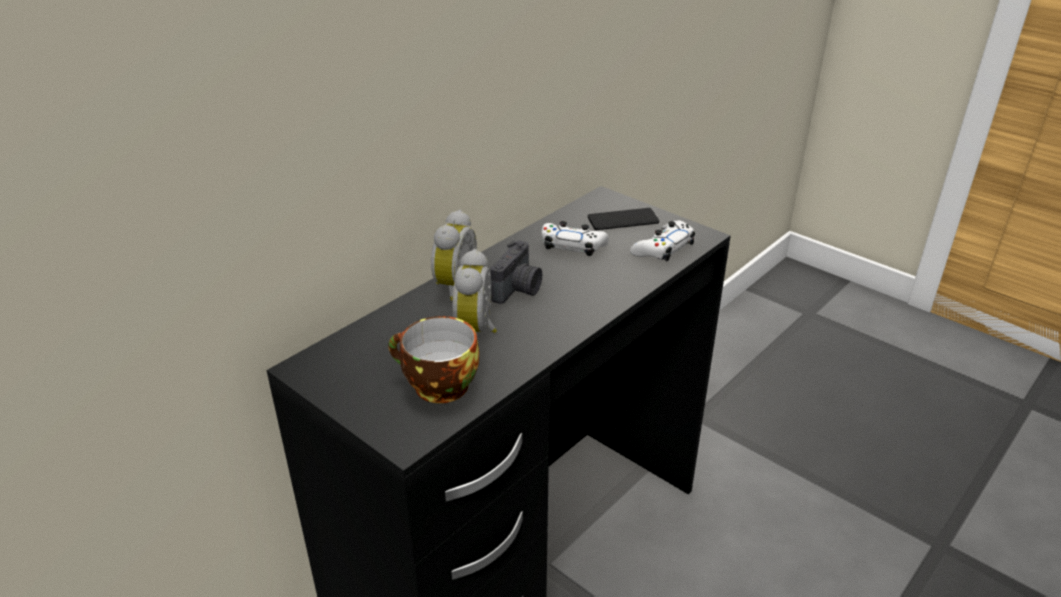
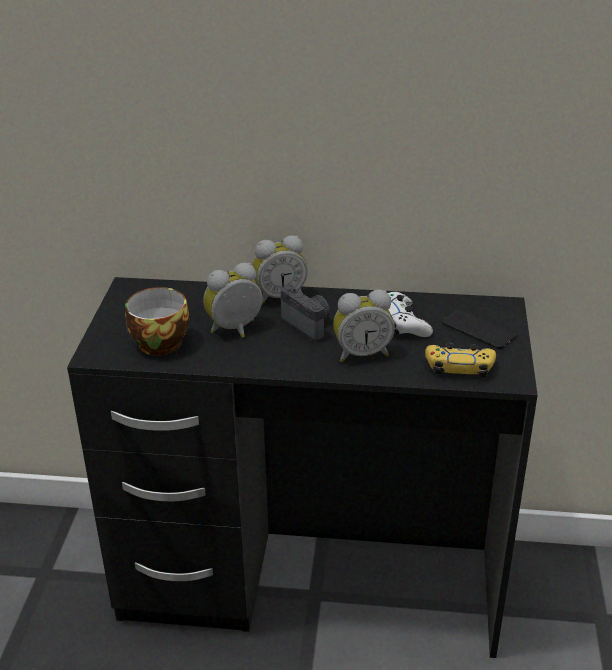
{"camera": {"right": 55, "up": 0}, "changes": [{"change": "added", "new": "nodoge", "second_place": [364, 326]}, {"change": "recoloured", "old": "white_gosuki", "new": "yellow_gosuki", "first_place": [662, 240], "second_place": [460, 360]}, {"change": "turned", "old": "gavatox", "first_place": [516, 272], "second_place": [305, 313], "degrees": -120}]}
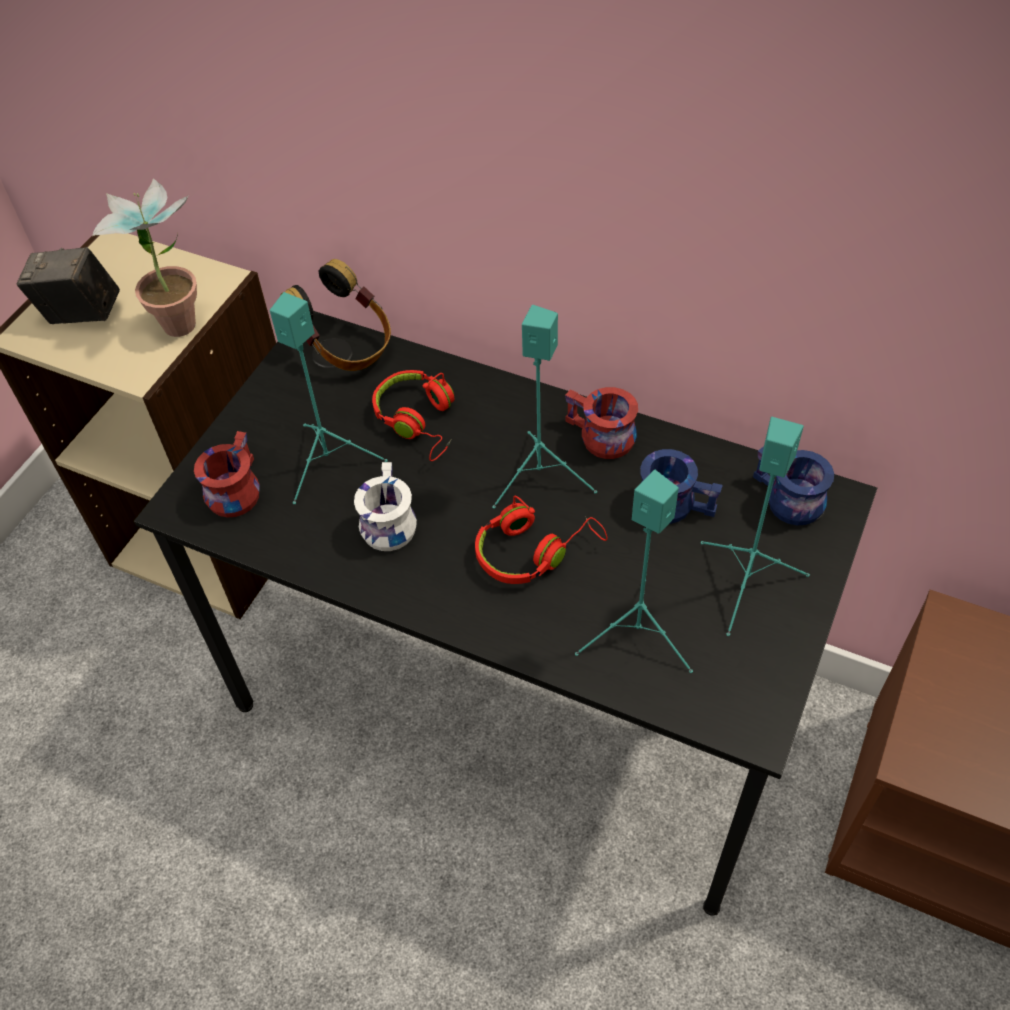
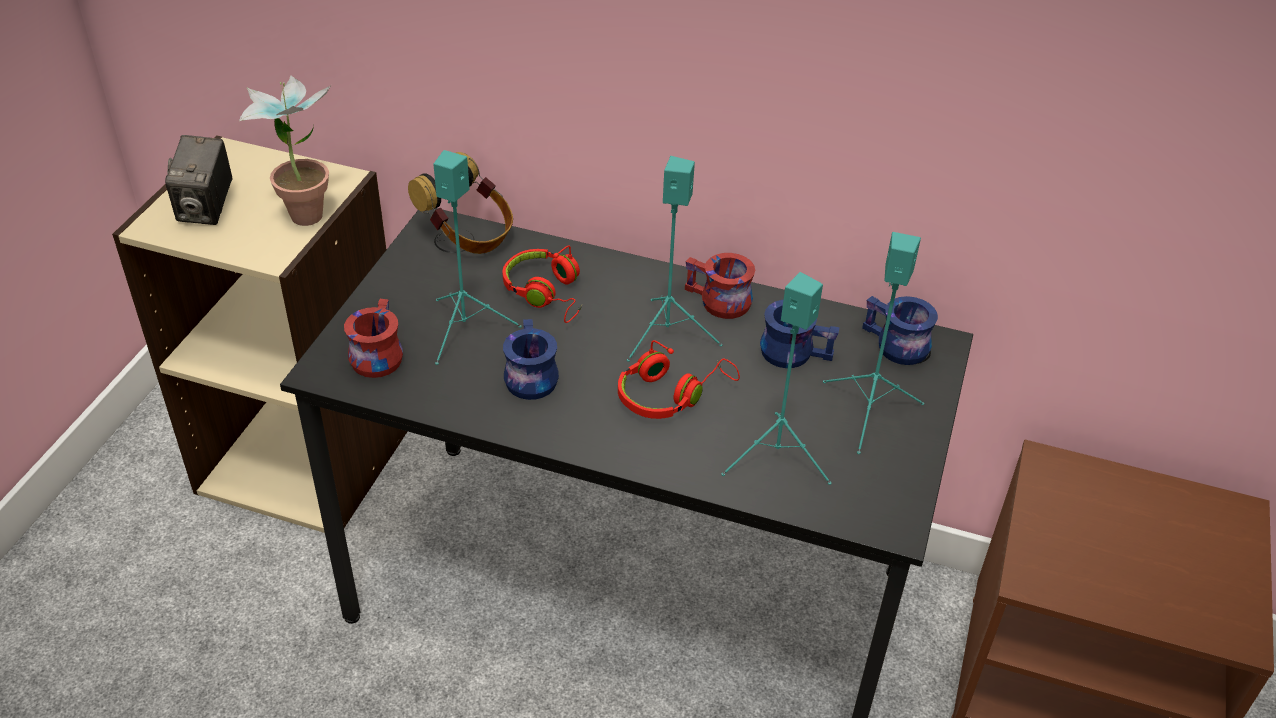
{"camera": {"right": -10, "up": -10}, "changes": [{"change": "recoloured", "old": "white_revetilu", "new": "blue_revetilu", "first_place": [385, 506], "second_place": [531, 359]}, {"change": "turned", "old": "gavatox", "first_place": [68, 285], "second_place": [199, 180], "degrees": -90}]}
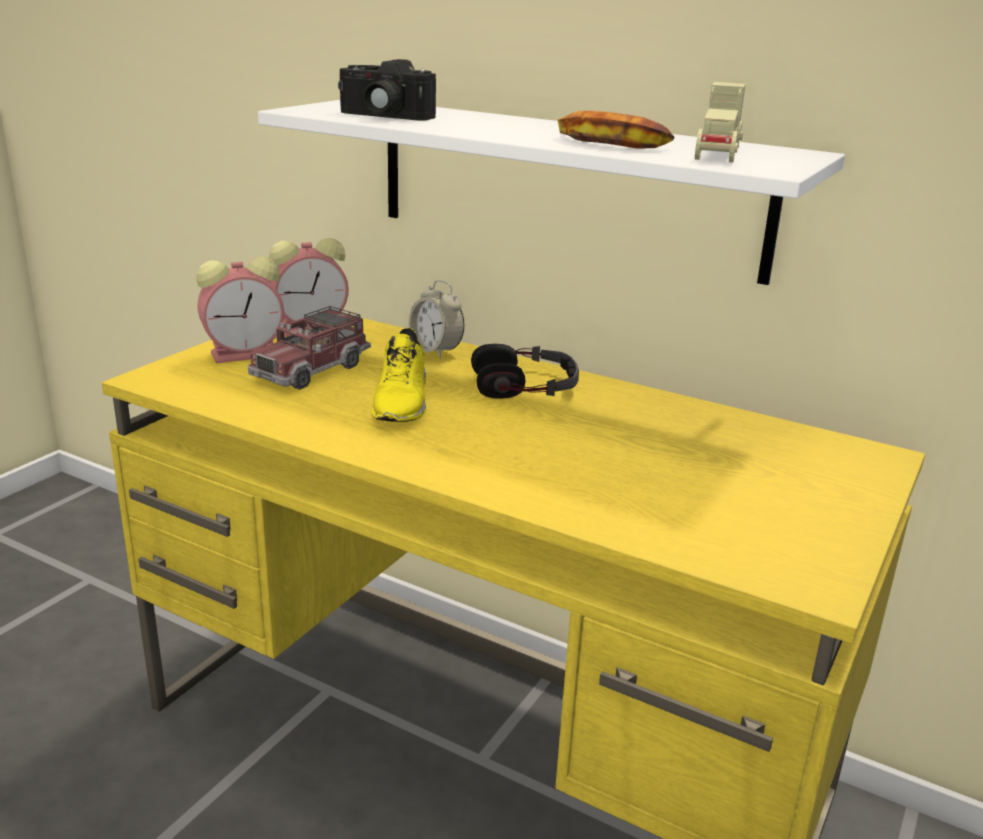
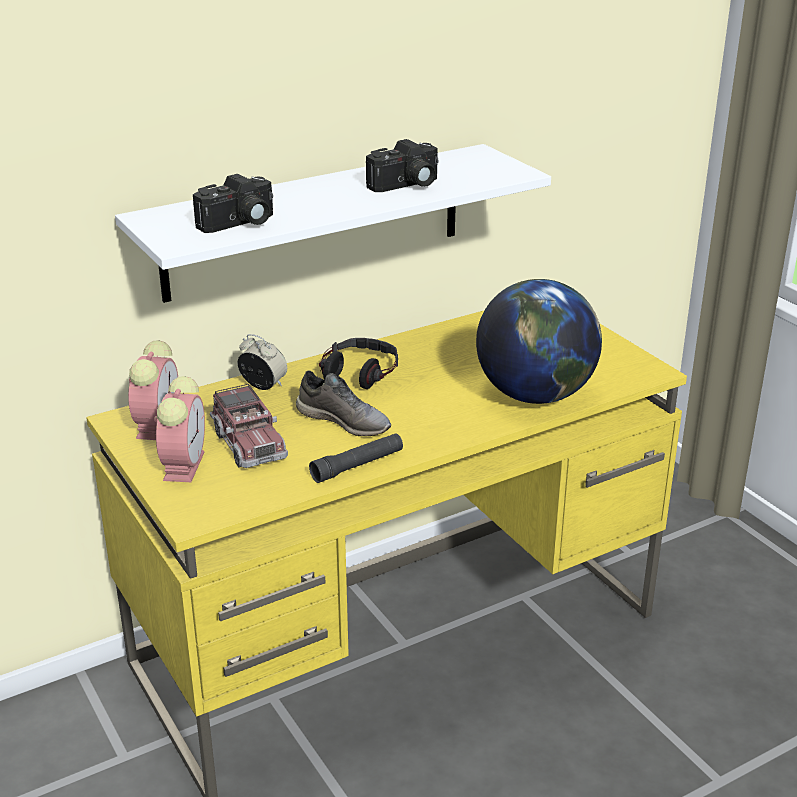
{"camera": {"right": -60, "up": 5}, "changes": [{"change": "removed", "old": "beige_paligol", "first_place": [720, 122]}, {"change": "added", "new": "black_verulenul", "second_place": [356, 458]}, {"change": "added", "new": "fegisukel", "second_place": [539, 341]}, {"change": "replaced", "old": "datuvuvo", "new": "gavatox", "first_place": [616, 130], "second_place": [402, 165]}, {"change": "recoloured", "old": "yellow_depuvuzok", "new": "grey_depuvuzok", "first_place": [398, 375], "second_place": [343, 403]}, {"change": "turned", "old": "nodoge", "first_place": [436, 319], "second_place": [262, 362], "degrees": -135}]}
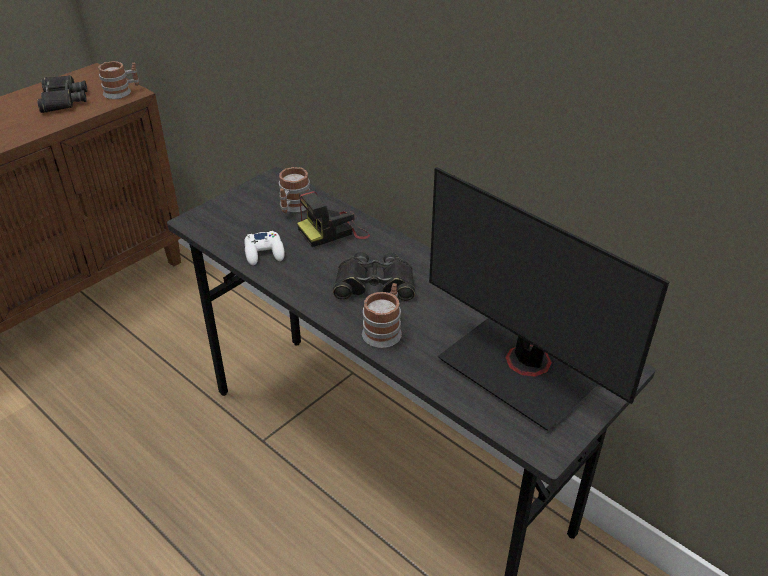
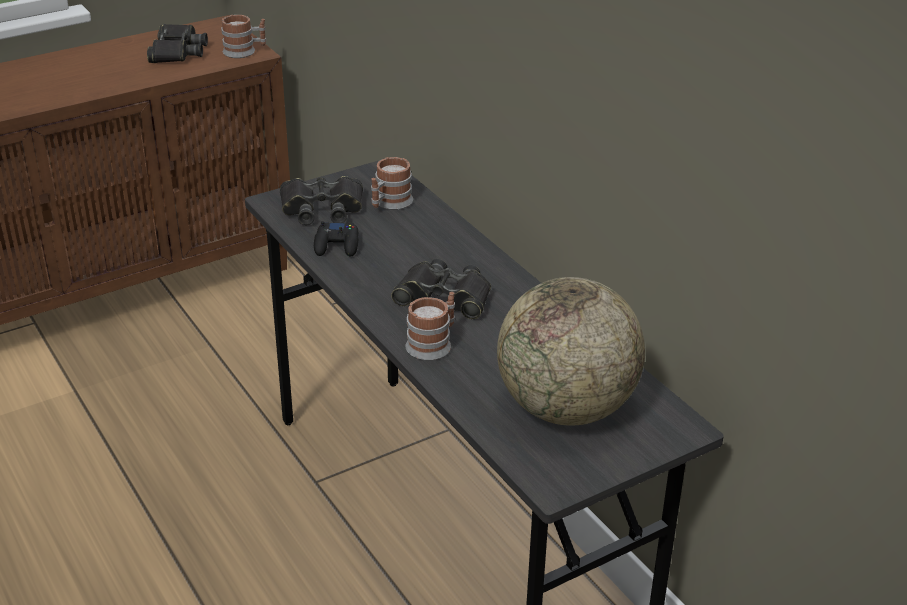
{"camera": {"right": 15, "up": -5}, "changes": [{"change": "removed", "old": "gavatox", "first_place": [333, 218]}, {"change": "added", "new": "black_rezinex", "second_place": [321, 200]}, {"change": "replaced", "old": "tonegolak", "new": "fegisukel", "first_place": [549, 299], "second_place": [571, 351]}, {"change": "recoloured", "old": "white_gosuki", "new": "black_gosuki", "first_place": [264, 248], "second_place": [336, 239]}]}
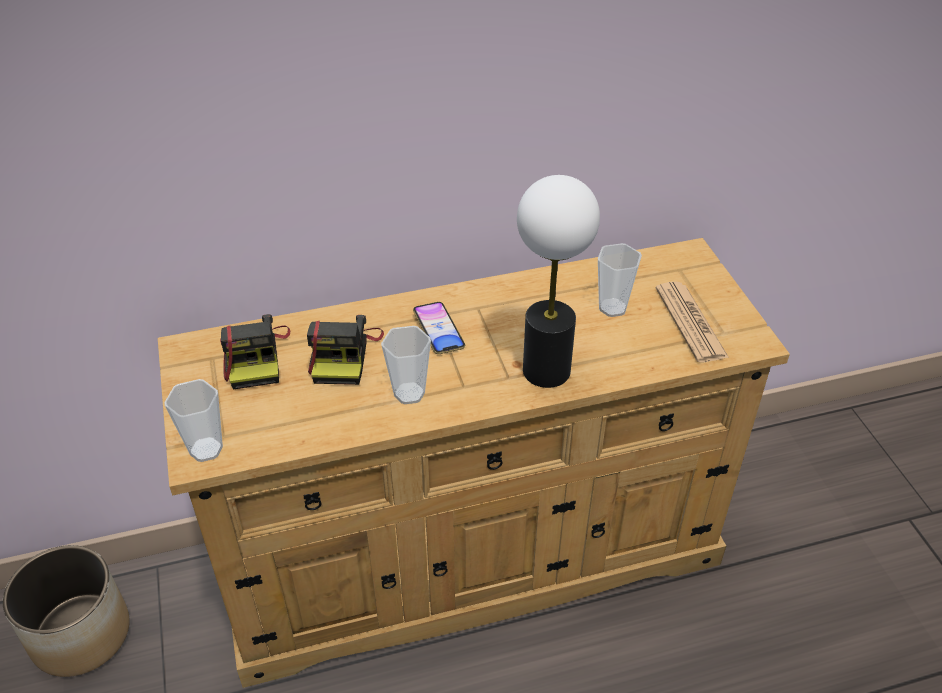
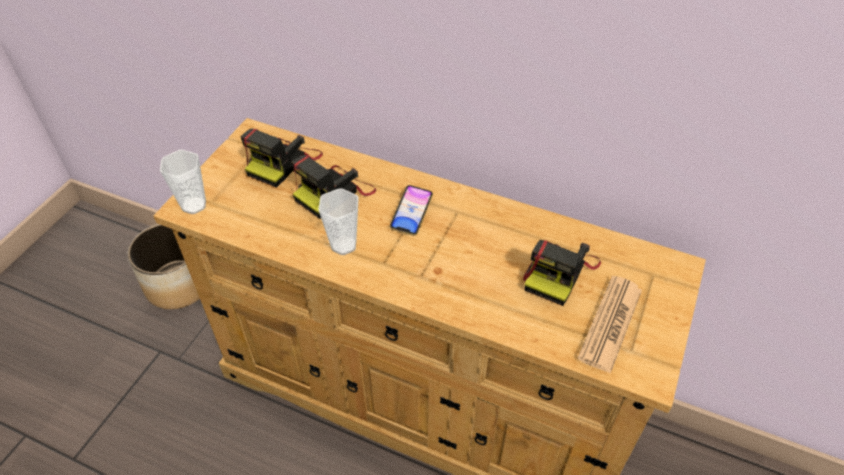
{"camera": {"right": 40, "up": 5}, "changes": [{"change": "removed", "old": "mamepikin", "first_place": [558, 281]}, {"change": "replaced", "old": "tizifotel", "new": "gavatox", "first_place": [620, 280], "second_place": [562, 273]}]}
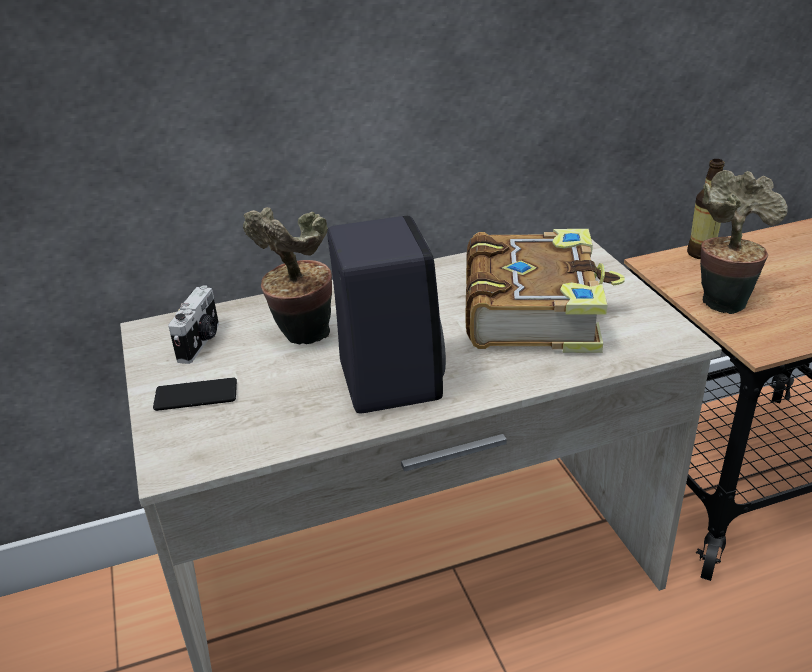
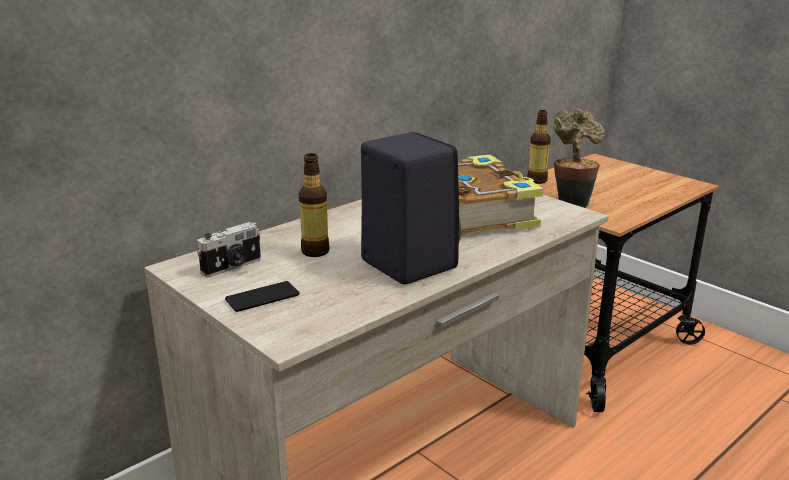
{"camera": {"right": -25, "up": -10}, "changes": [{"change": "replaced", "old": "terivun", "new": "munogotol", "first_place": [287, 275], "second_place": [314, 205]}, {"change": "turned", "old": "gavatox", "first_place": [193, 324], "second_place": [229, 249], "degrees": 60}]}
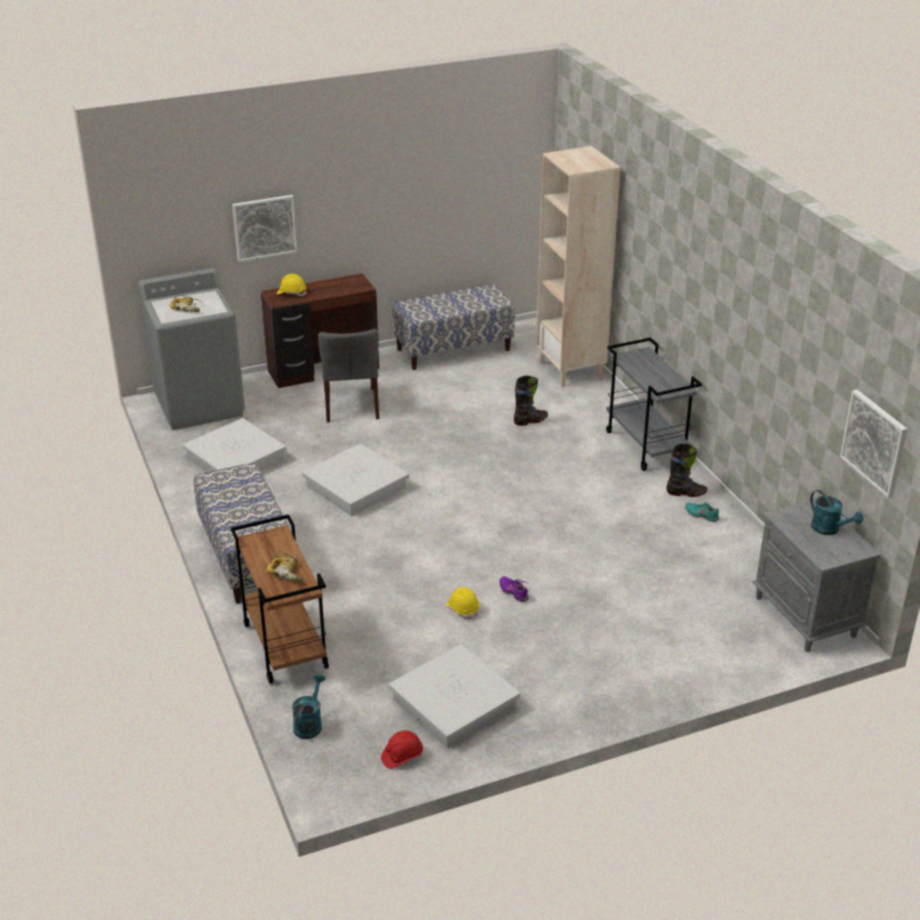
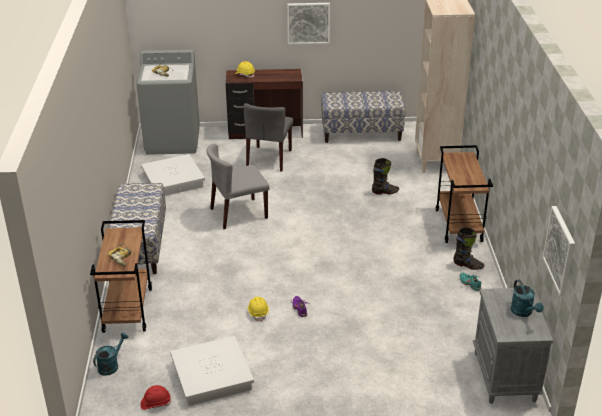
{"camera": {"right": 20, "up": 0}, "changes": [{"change": "moved", "old": "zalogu", "first_place": [264, 228], "second_place": [308, 23]}, {"change": "replaced", "old": "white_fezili", "new": "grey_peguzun", "first_place": [355, 480], "second_place": [238, 186]}, {"change": "recoloured", "old": "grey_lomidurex", "new": "brown_lomidurex", "first_place": [654, 404], "second_place": [464, 194]}]}
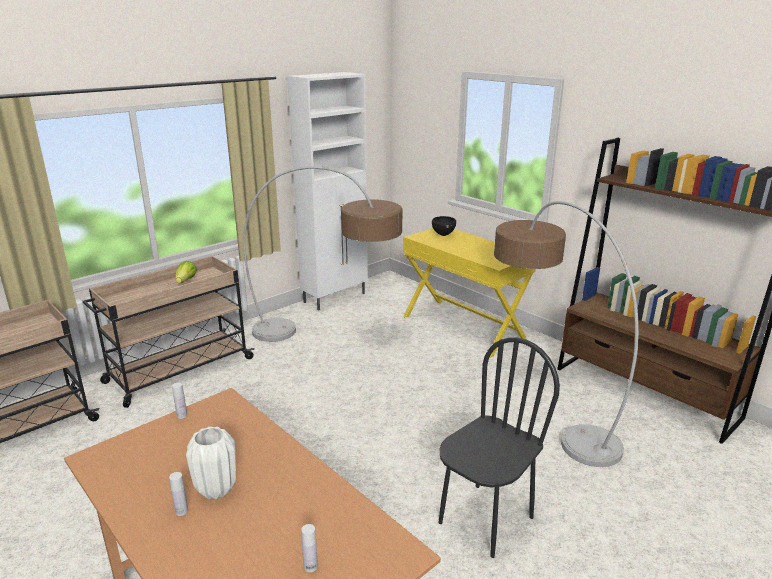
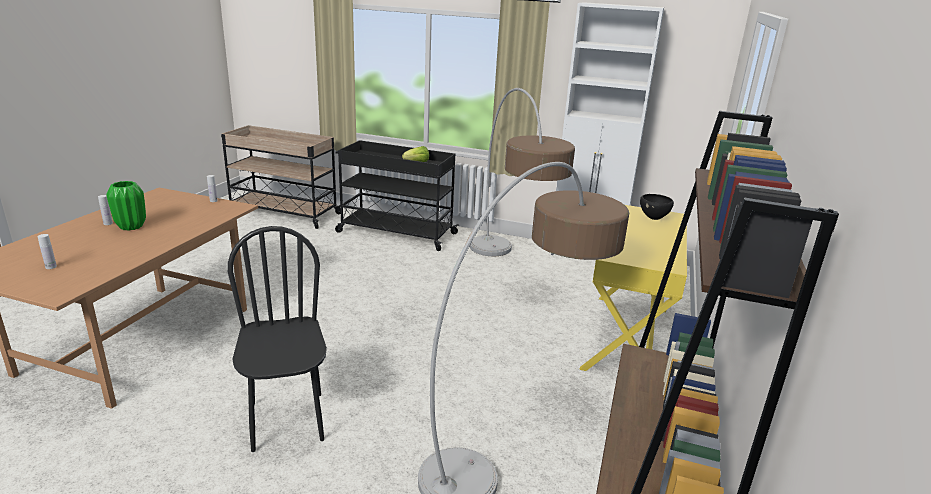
{"camera": {"right": 60, "up": 0}, "changes": [{"change": "recoloured", "old": "beige_lomidurex", "new": "black_lomidurex", "first_place": [169, 332], "second_place": [397, 195]}, {"change": "recoloured", "old": "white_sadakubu", "new": "green_sadakubu", "first_place": [211, 462], "second_place": [126, 206]}, {"change": "turned", "old": "black_peguzun", "first_place": [499, 447], "second_place": [277, 339], "degrees": -120}]}
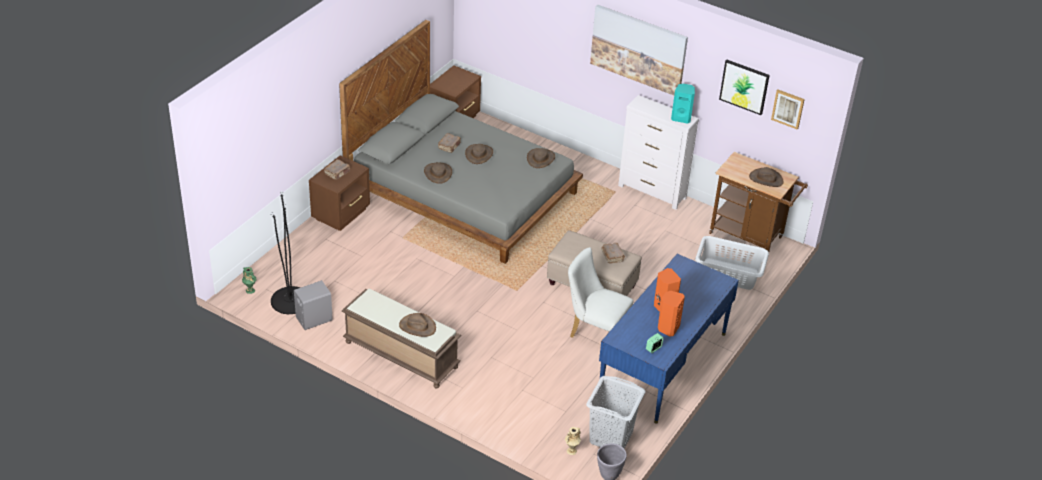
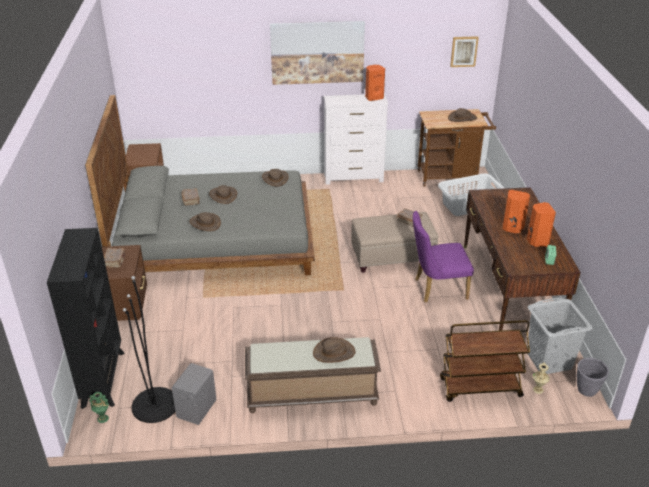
{"camera": {"right": -35, "up": -5}, "changes": [{"change": "removed", "old": "zalogu", "first_place": [744, 87]}, {"change": "added", "new": "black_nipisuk", "second_place": [86, 318]}, {"change": "added", "new": "brown_lomidurex", "second_place": [485, 361]}, {"change": "recoloured", "old": "white_peguzun", "new": "purple_peguzun", "first_place": [600, 292], "second_place": [443, 257]}, {"change": "recoloured", "old": "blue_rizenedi", "new": "brown_rizenedi", "first_place": [669, 339], "second_place": [522, 259]}, {"change": "recoloured", "old": "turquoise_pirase", "new": "orange_pirase", "first_place": [683, 104], "second_place": [375, 83]}]}
